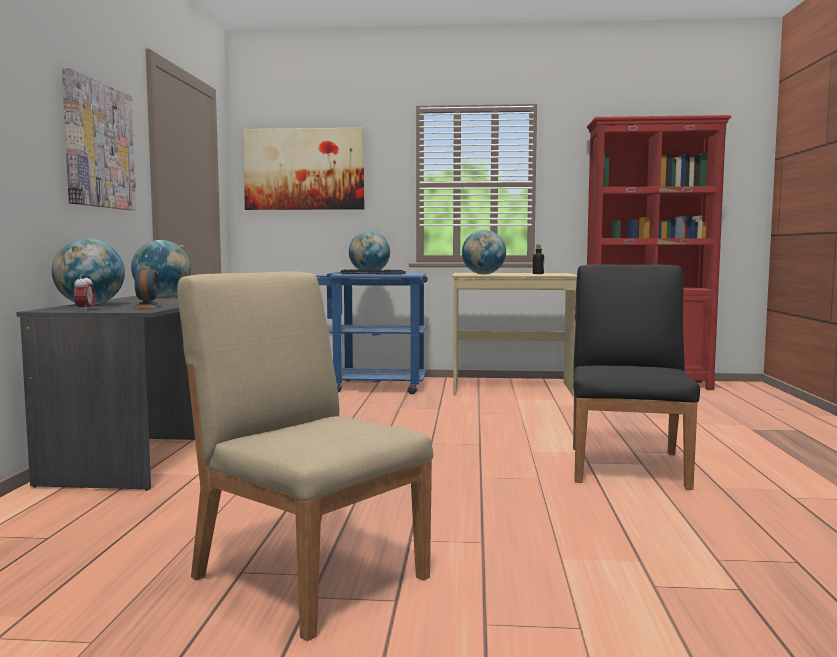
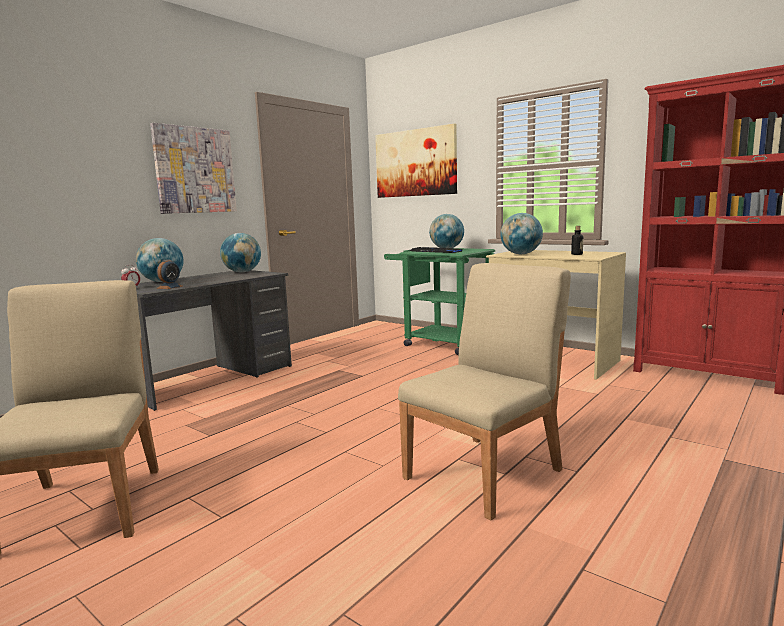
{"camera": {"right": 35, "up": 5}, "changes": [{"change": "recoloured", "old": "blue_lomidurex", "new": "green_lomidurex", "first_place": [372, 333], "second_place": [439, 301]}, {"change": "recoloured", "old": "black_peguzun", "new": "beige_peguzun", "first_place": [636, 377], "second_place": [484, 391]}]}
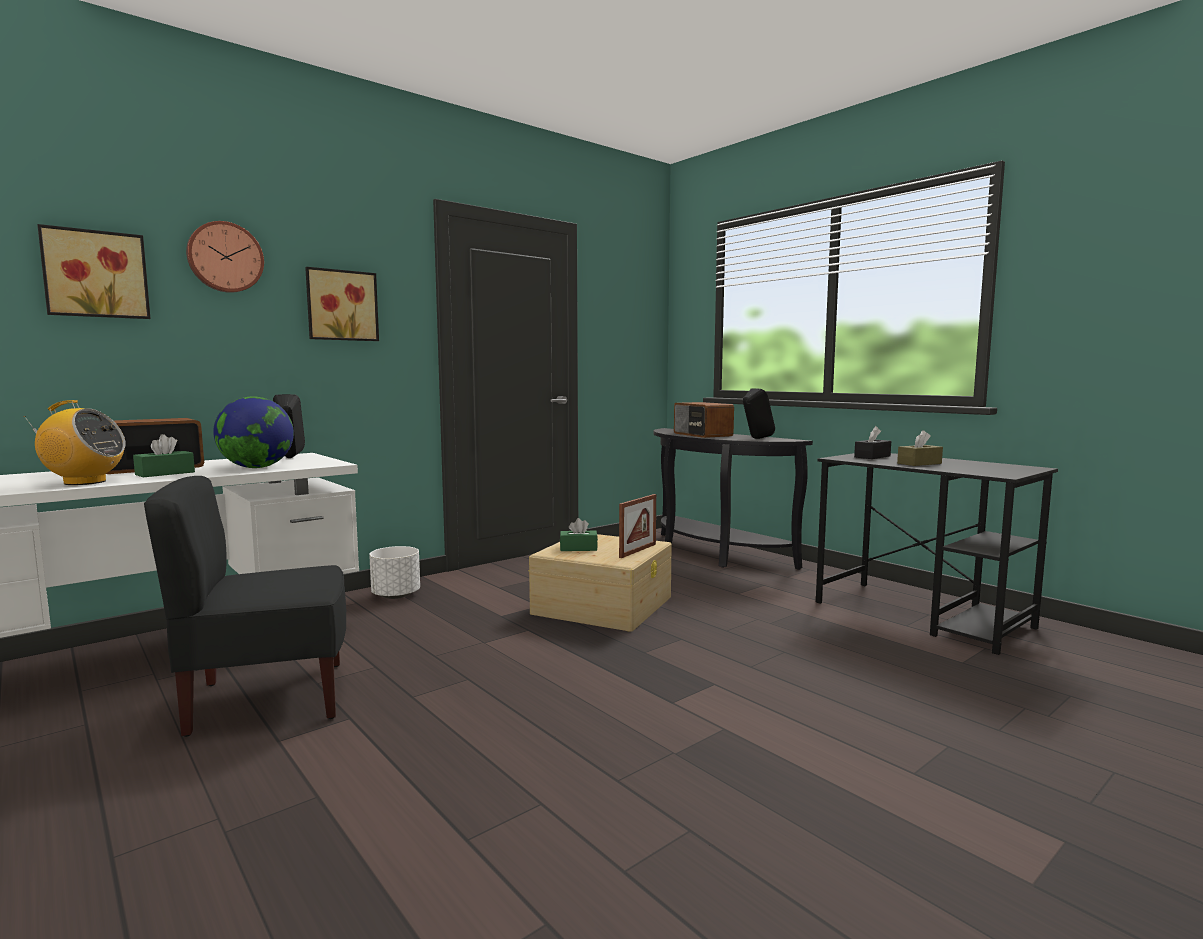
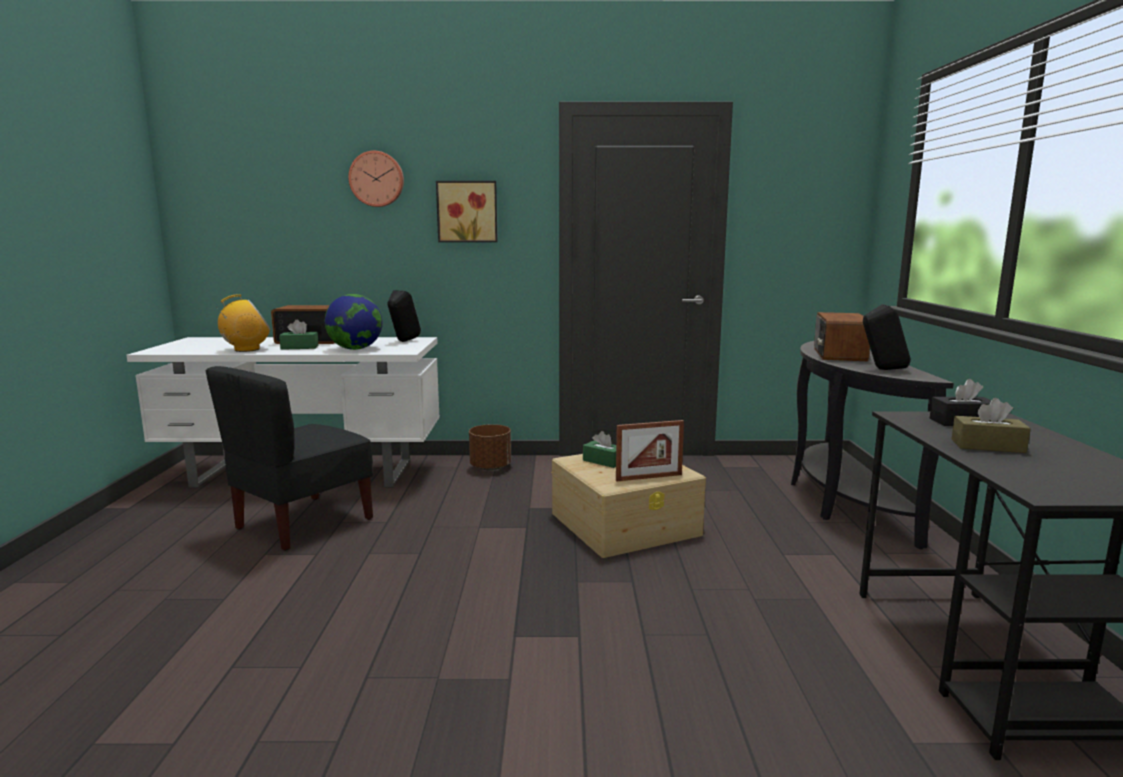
{"camera": {"right": 40, "up": 5}, "changes": [{"change": "removed", "old": "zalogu", "first_place": [94, 271]}, {"change": "recoloured", "old": "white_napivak", "new": "brown_napivak", "first_place": [394, 572], "second_place": [490, 447]}, {"change": "turned", "old": "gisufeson", "first_place": [75, 442], "second_place": [243, 323], "degrees": -75}, {"change": "turned", "old": "black_peguzun", "first_place": [245, 606], "second_place": [289, 458], "degrees": -75}]}
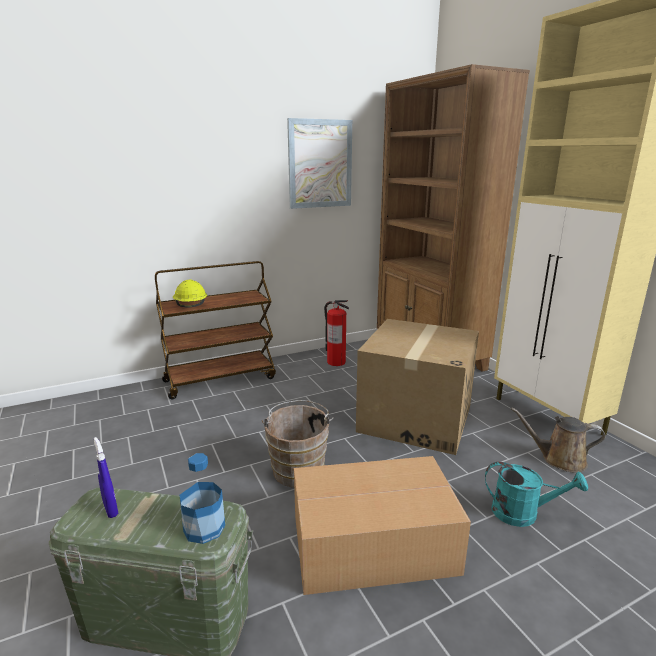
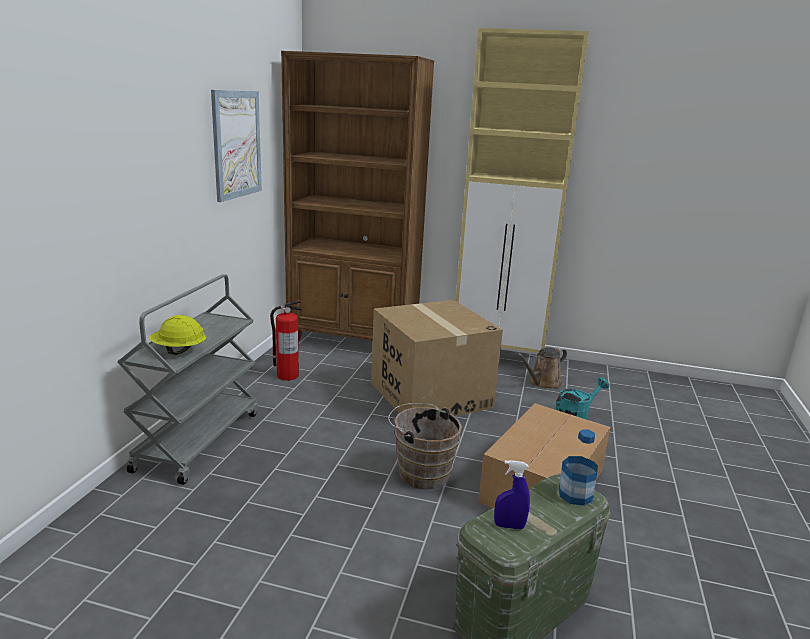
{"camera": {"right": -50, "up": 0}, "changes": [{"change": "recoloured", "old": "brown_lomidurex", "new": "grey_lomidurex", "first_place": [215, 330], "second_place": [187, 379]}]}
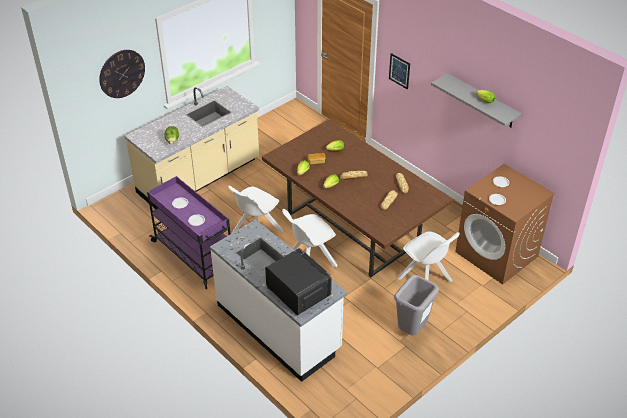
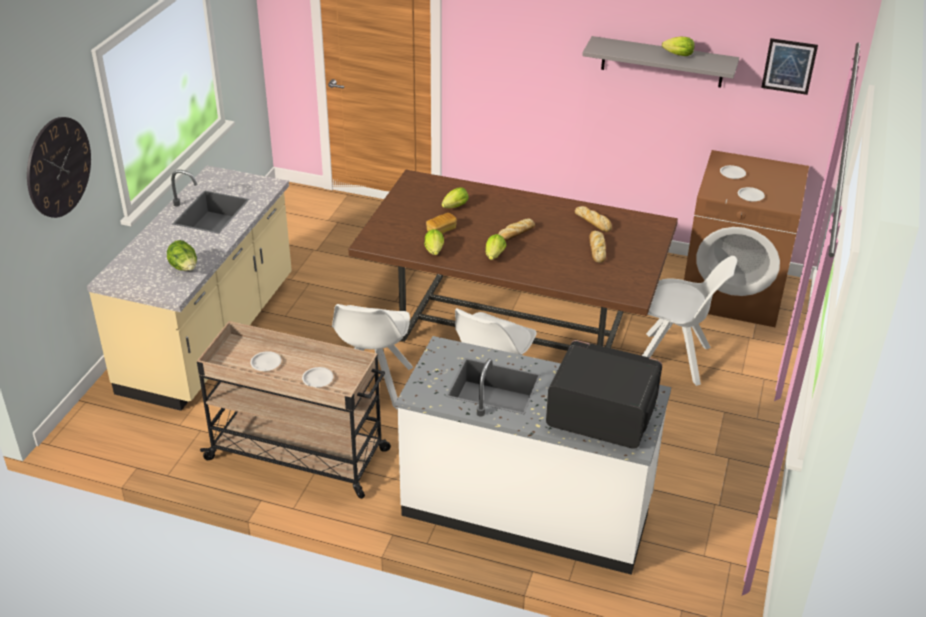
{"camera": {"right": -30, "up": -5}, "changes": [{"change": "removed", "old": "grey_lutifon", "first_place": [416, 305]}, {"change": "moved", "old": "zalogu", "first_place": [399, 71], "second_place": [789, 66]}, {"change": "recoloured", "old": "purple_lomidurex", "new": "beige_lomidurex", "first_place": [188, 232], "second_place": [294, 410]}]}
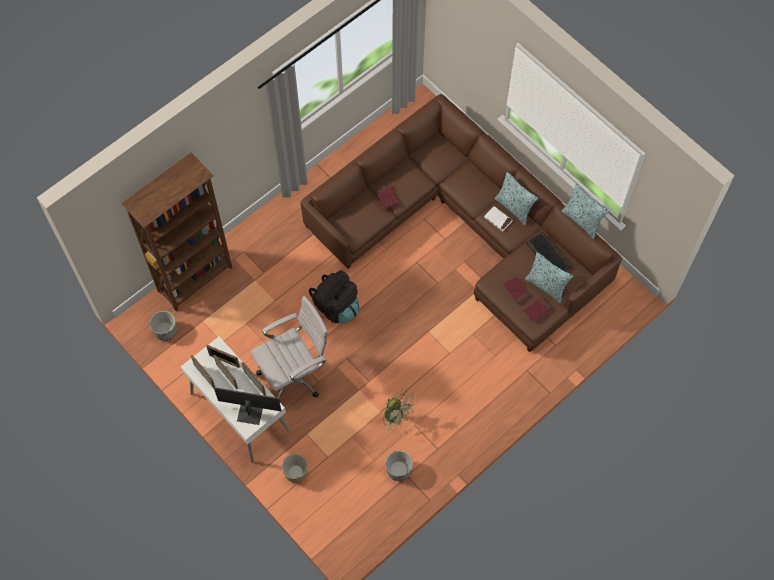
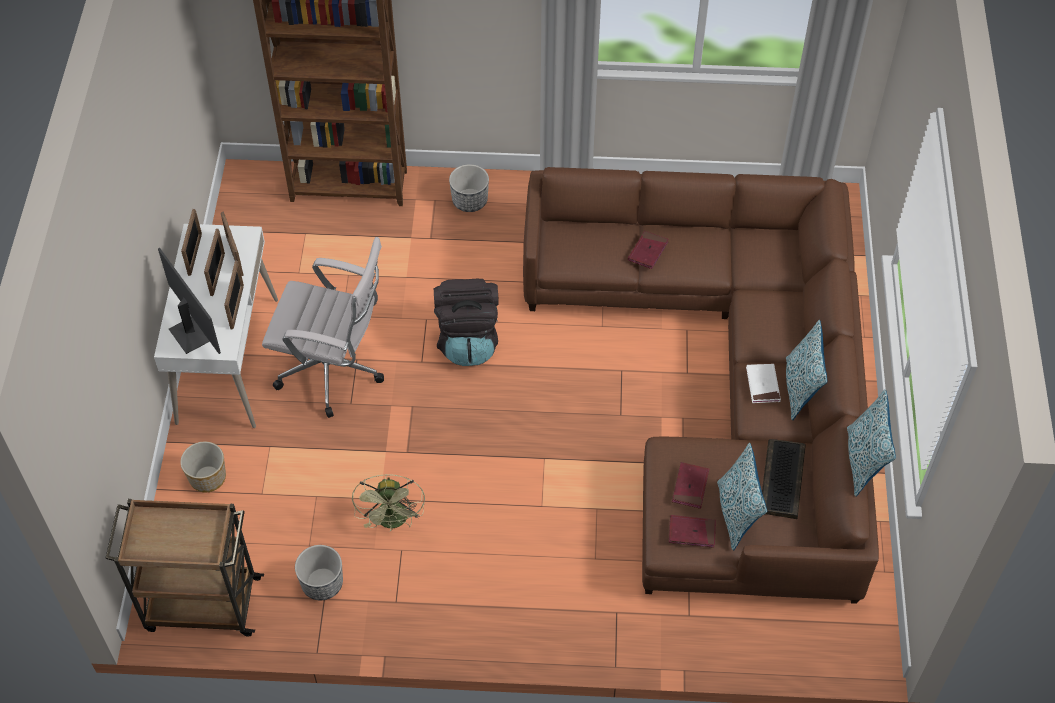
{"camera": {"right": 45, "up": -10}, "changes": [{"change": "added", "new": "brown_lomidurex", "second_place": [184, 568]}, {"change": "moved", "old": "napivak", "first_place": [163, 326], "second_place": [469, 188]}]}
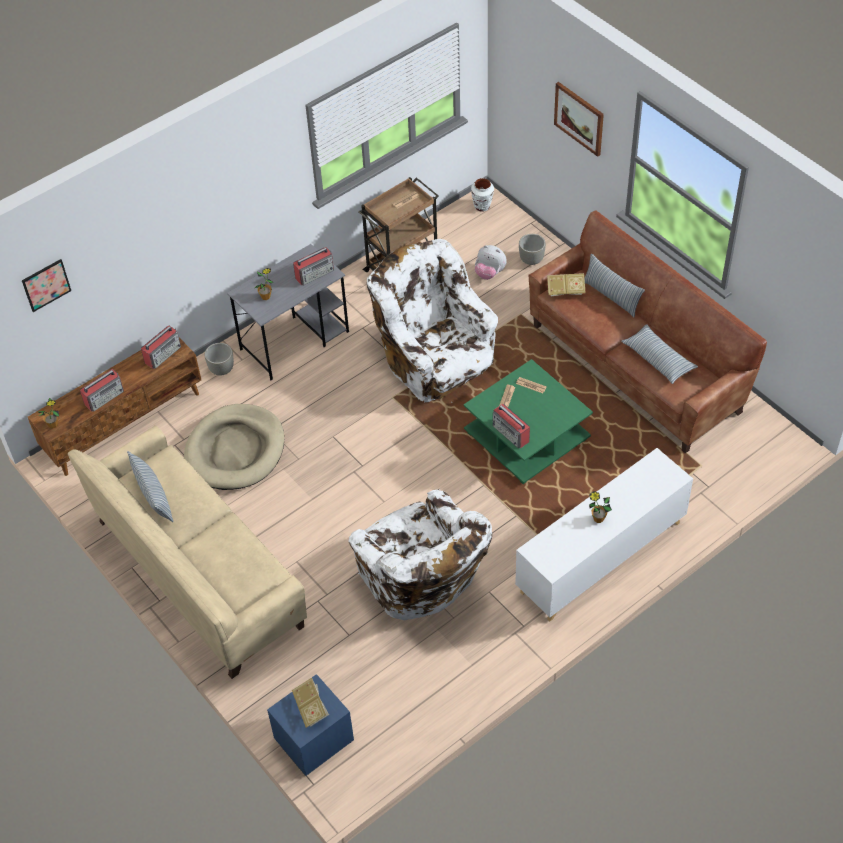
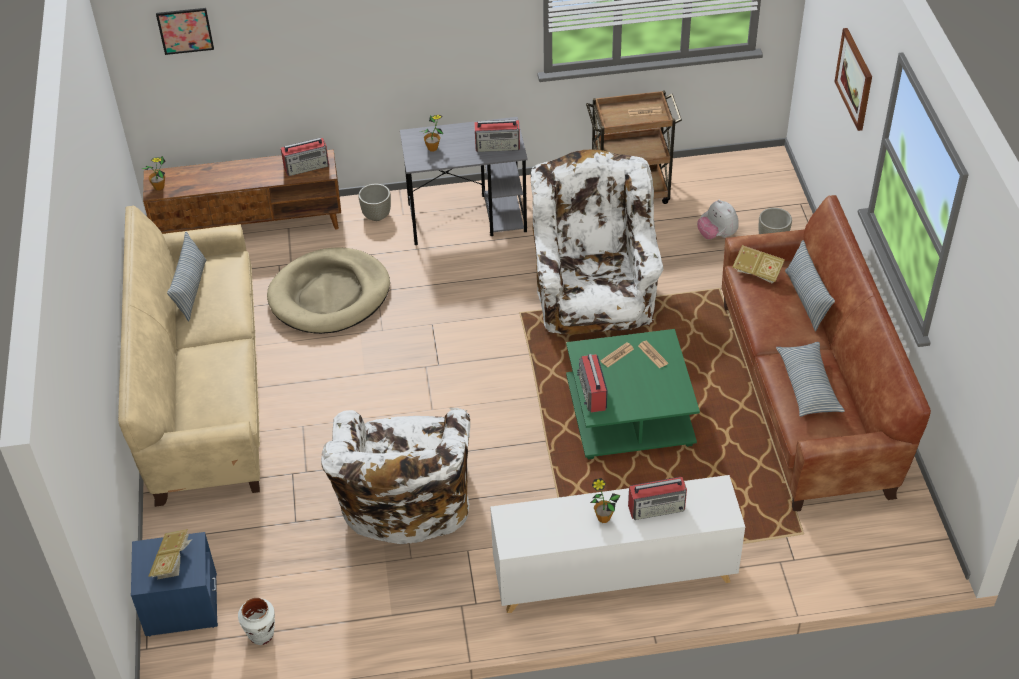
{"camera": {"right": 30, "up": -5}, "changes": [{"change": "moved", "old": "gisufeson", "first_place": [102, 390], "second_place": [657, 498]}, {"change": "moved", "old": "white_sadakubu", "first_place": [482, 195], "second_place": [256, 621]}]}
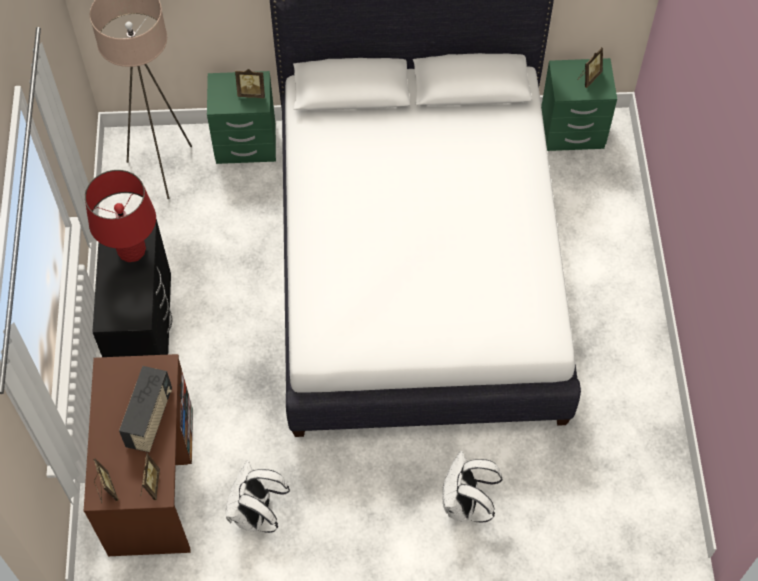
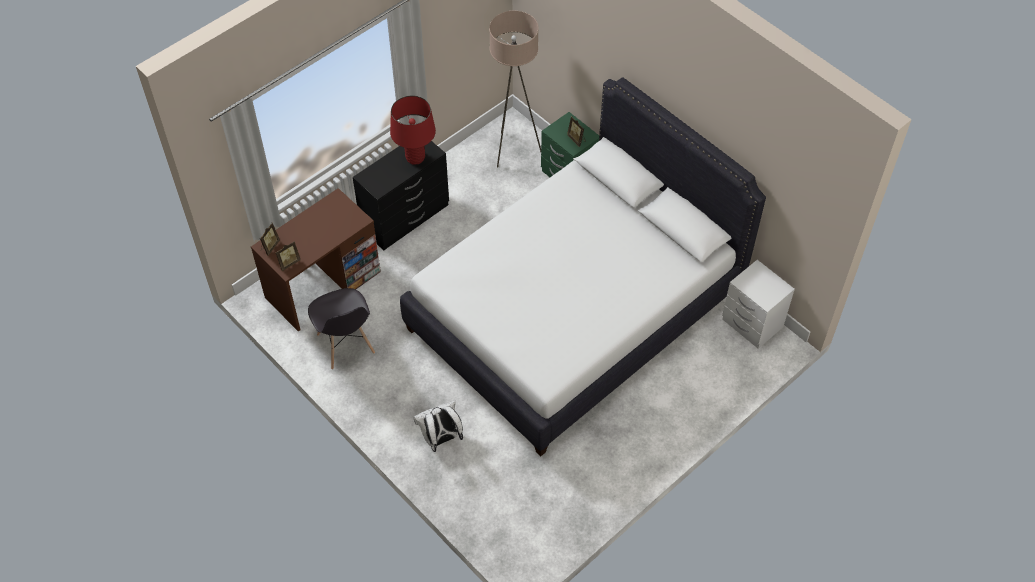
{"camera": {"right": 50, "up": -5}, "changes": [{"change": "removed", "old": "gisufeson", "first_place": [145, 409]}, {"change": "removed", "old": "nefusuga", "first_place": [590, 67]}, {"change": "replaced", "old": "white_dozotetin", "new": "grey_peguzun", "first_place": [258, 497], "second_place": [341, 329]}, {"change": "recoloured", "old": "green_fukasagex", "new": "white_fukasagex", "first_place": [579, 104], "second_place": [758, 304]}]}
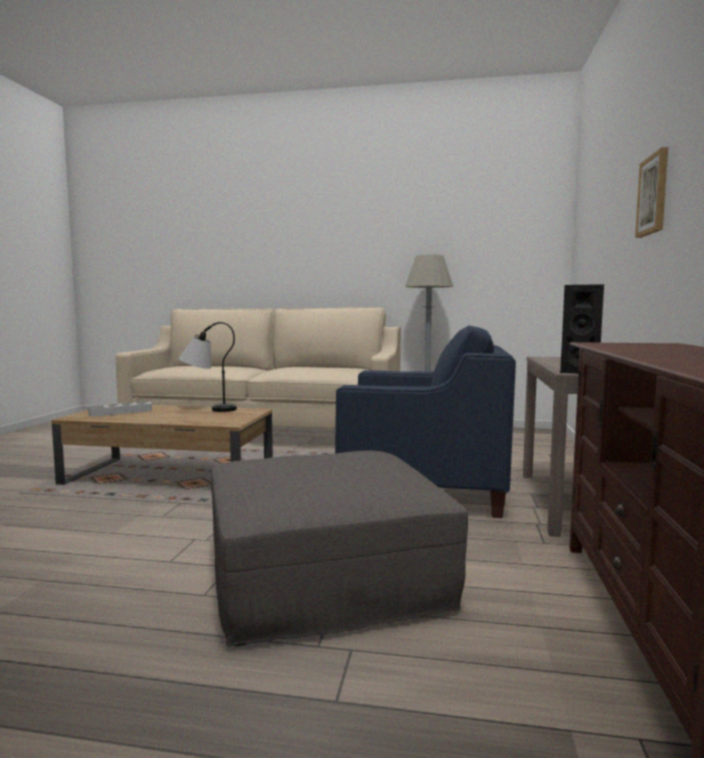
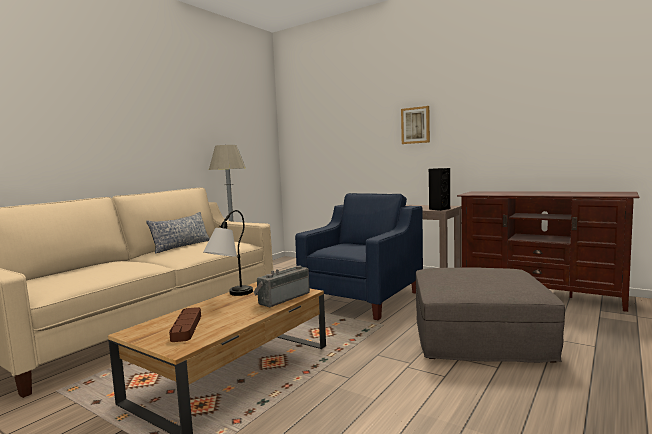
{"camera": {"right": -65, "up": 0}, "changes": [{"change": "added", "new": "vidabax", "second_place": [178, 233]}, {"change": "added", "new": "gisufeson", "second_place": [282, 286]}, {"change": "recoloured", "old": "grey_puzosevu", "new": "brown_puzosevu", "first_place": [120, 409], "second_place": [185, 324]}]}
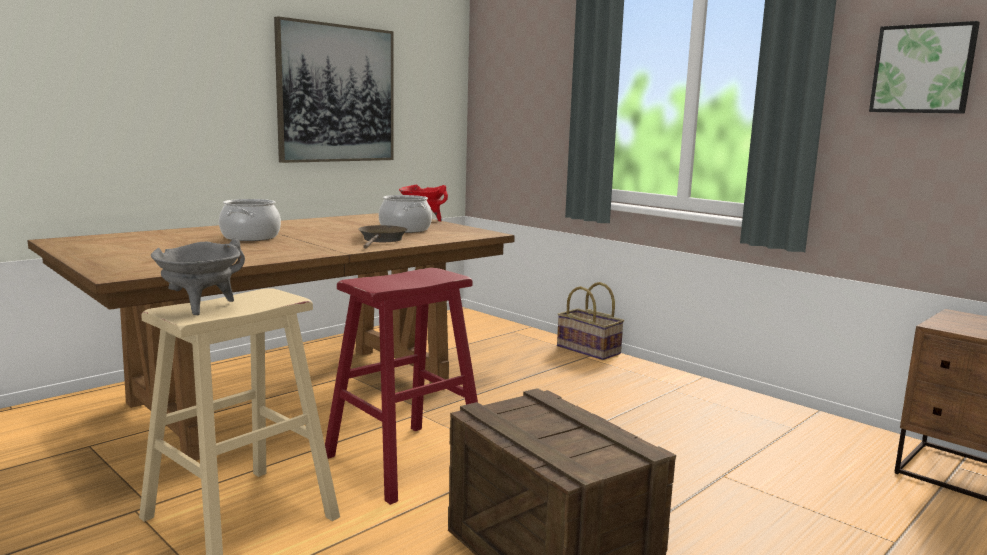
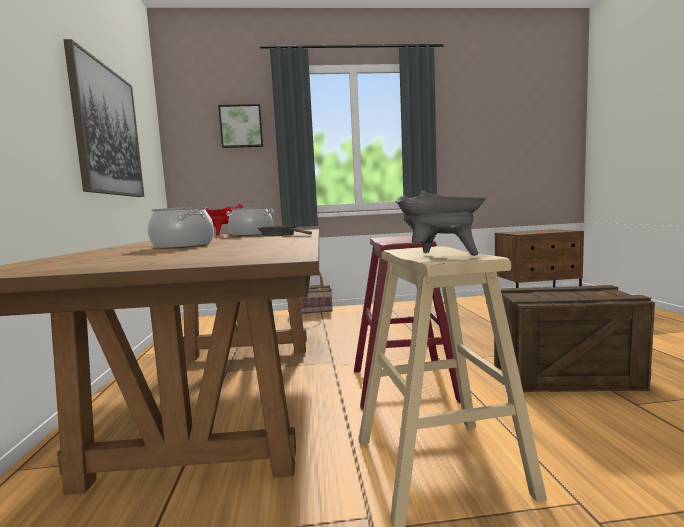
{"camera": {"right": -50, "up": -5}, "changes": [{"change": "moved", "old": "zalogu", "first_place": [924, 67], "second_place": [240, 126]}]}
